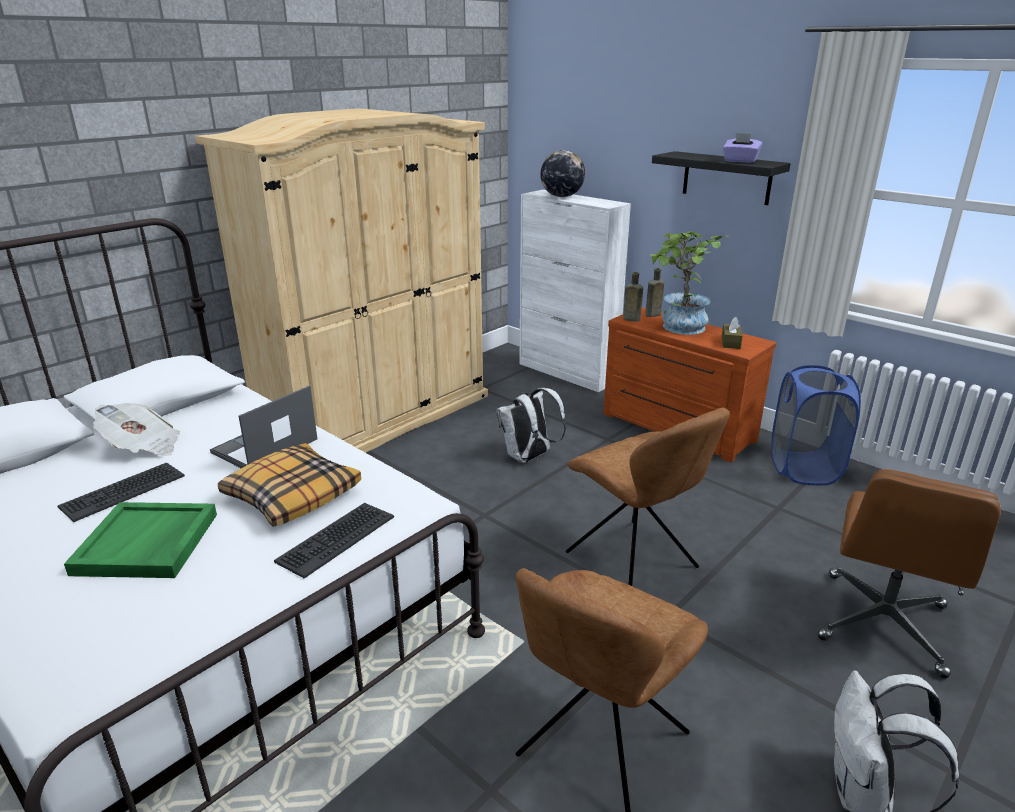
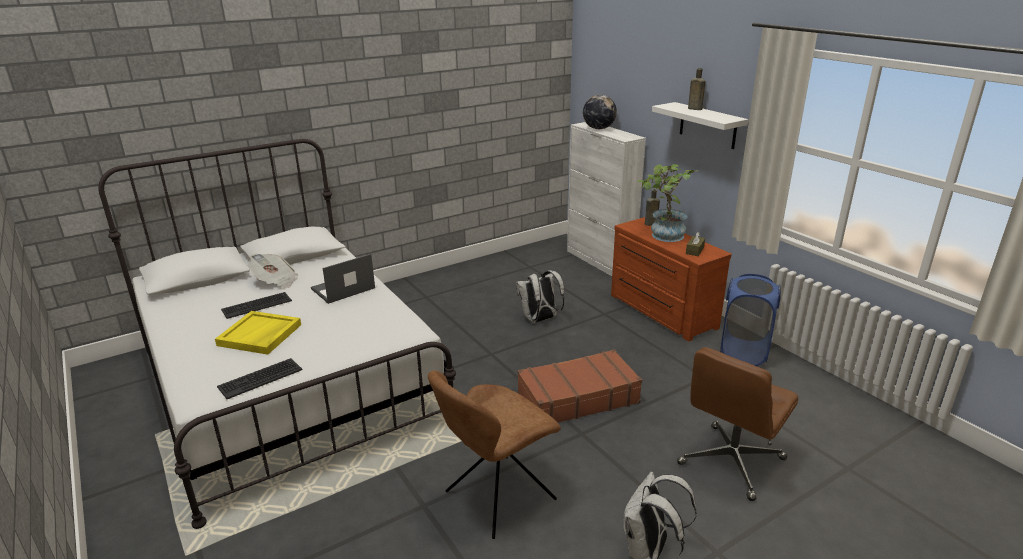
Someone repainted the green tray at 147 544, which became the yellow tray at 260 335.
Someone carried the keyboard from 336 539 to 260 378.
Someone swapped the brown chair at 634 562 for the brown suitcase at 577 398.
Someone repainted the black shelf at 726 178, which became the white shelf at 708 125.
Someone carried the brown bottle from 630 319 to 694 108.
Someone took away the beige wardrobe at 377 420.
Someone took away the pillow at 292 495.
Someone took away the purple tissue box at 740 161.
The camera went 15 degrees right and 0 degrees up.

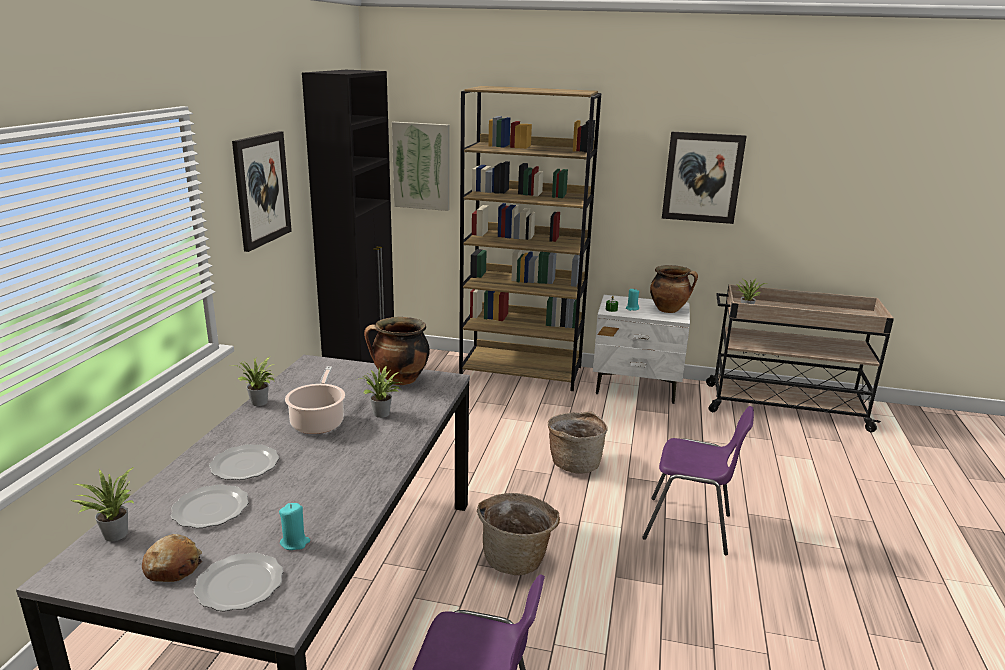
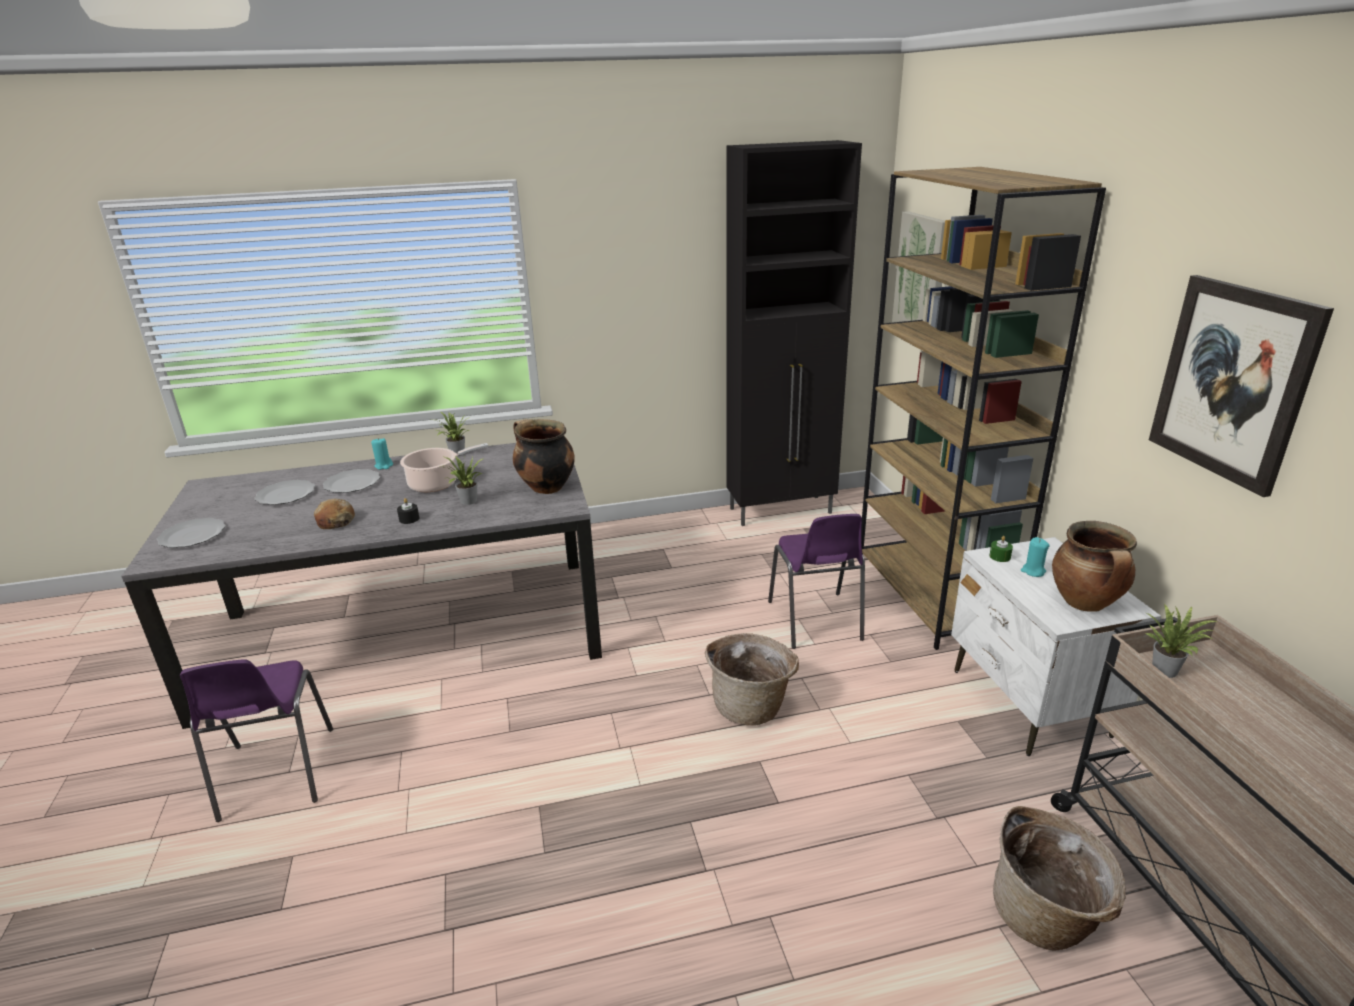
Someone carried the bread from 173 567 to 335 521.
Someone carried the turquoise candle from 295 542 to 384 466.
Someone put down the black candle at 409 519.
Someone carried the purple chair from 690 527 to 815 622.
Someone carried the basket from 517 558 to 1046 916.
Someone took away the potted plant at 113 534.
Someone took away the picture at 262 189.
The camera went 65 degrees right and 5 degrees up.

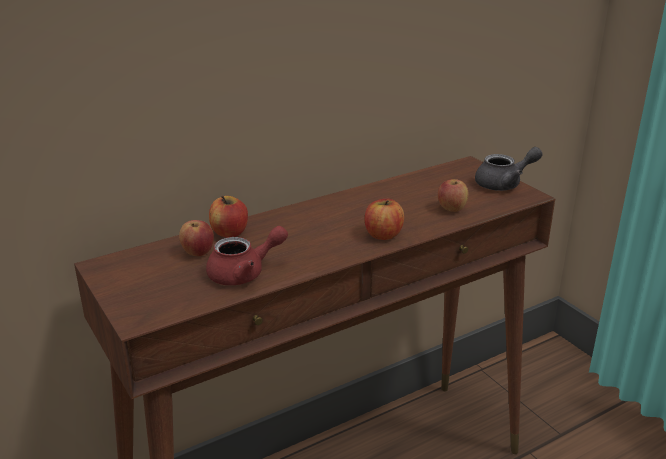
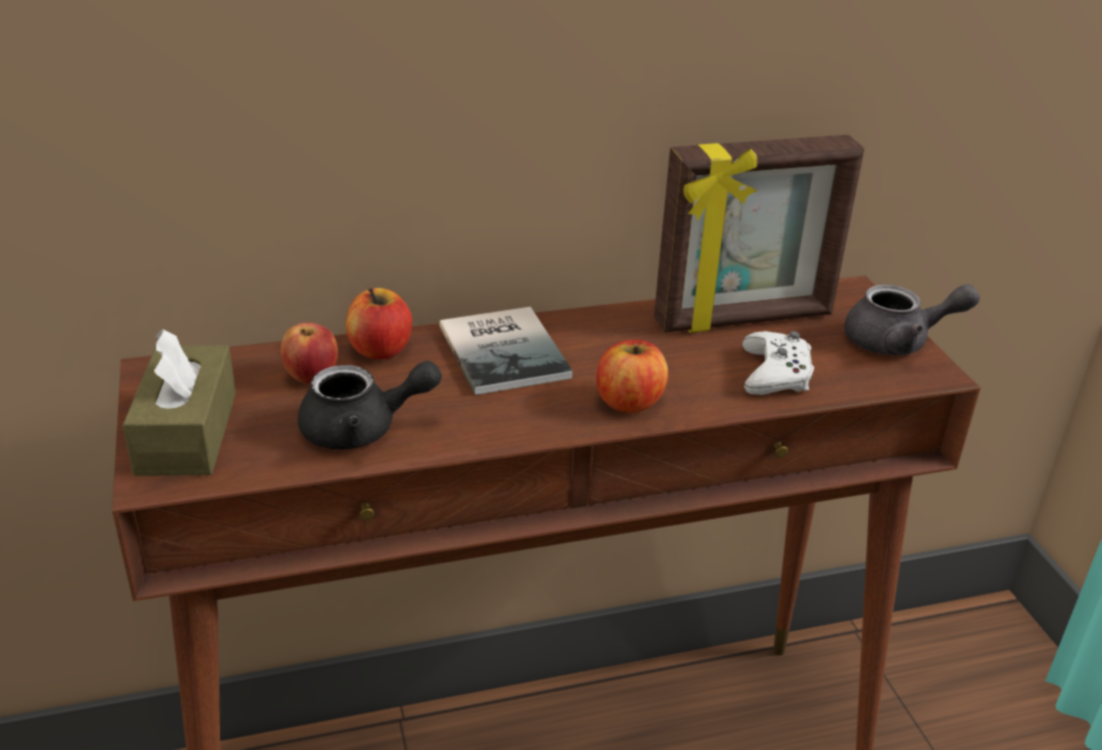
Someone put down the brown tissue box at 187 433.
Someone repainted the red teapot at 244 273, which became the black teapot at 362 429.
Someone put down the book at 506 349.
Someone put down the picture frame at 744 319.
Someone swapped the apple at 451 209 for the white game controller at 775 374.
The camera went 15 degrees right and 5 degrees up.

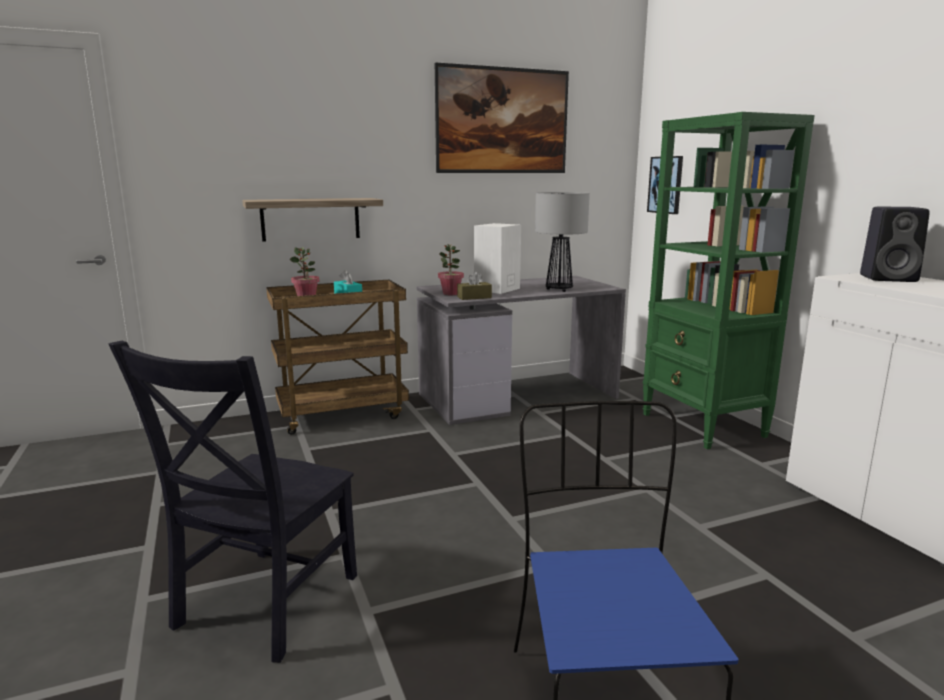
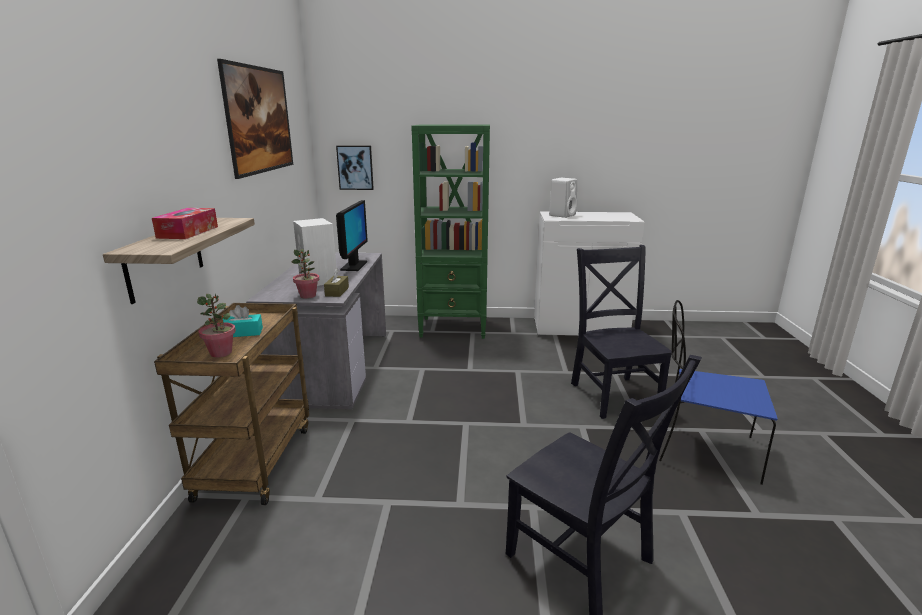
Someone put down the tissue box at 188 232.
Someone swapped the table lamp at 559 289 for the monitor at 354 266.
Someone repainted the black speaker at 890 278, which became the white speaker at 562 215.
Someone put down the black chair at 613 394.
The camera went 65 degrees left and 5 degrees up.

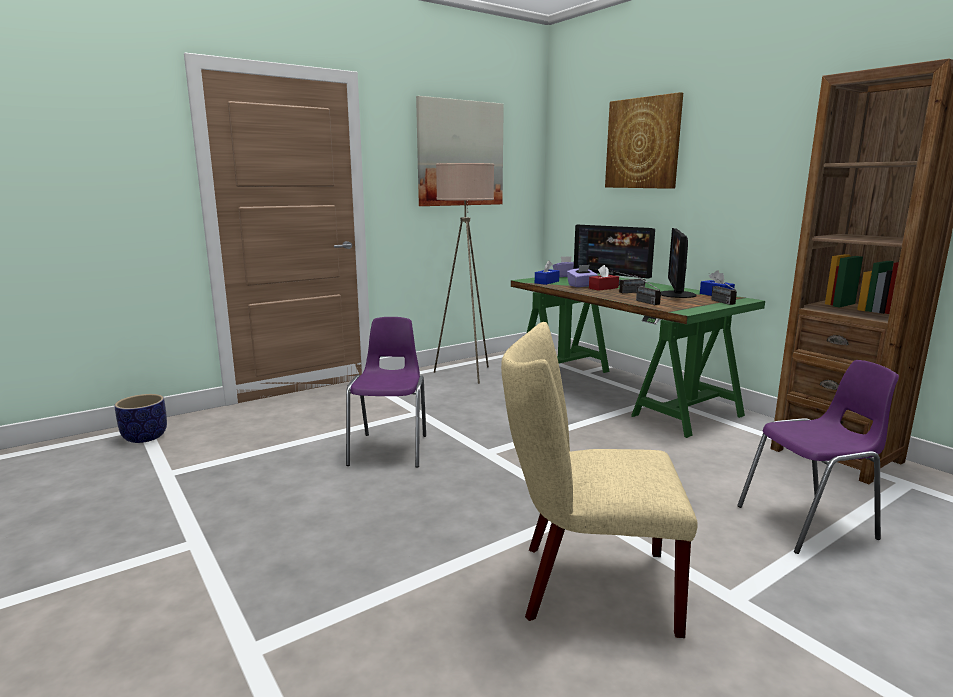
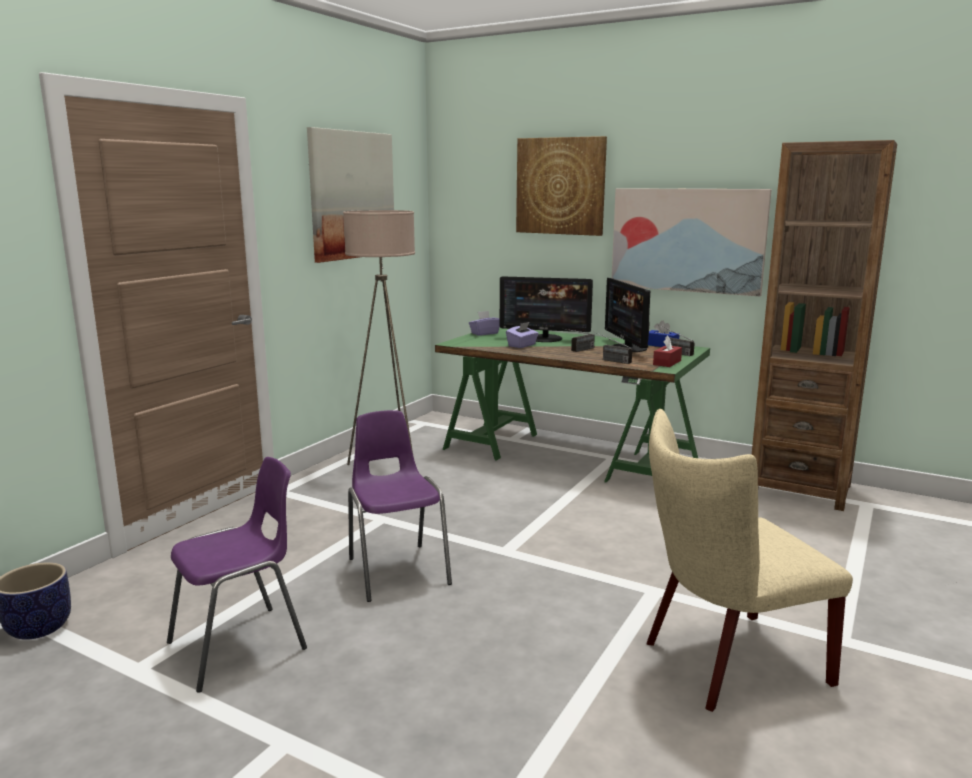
Someone carried the purple chair from 809 523 to 241 645.
Someone put up the picture at 687 240.
Someone carried the red tissue box from 603 288 to 667 363.
Someone took away the blue tissue box at 546 282.
The camera went 25 degrees left and 0 degrees up.

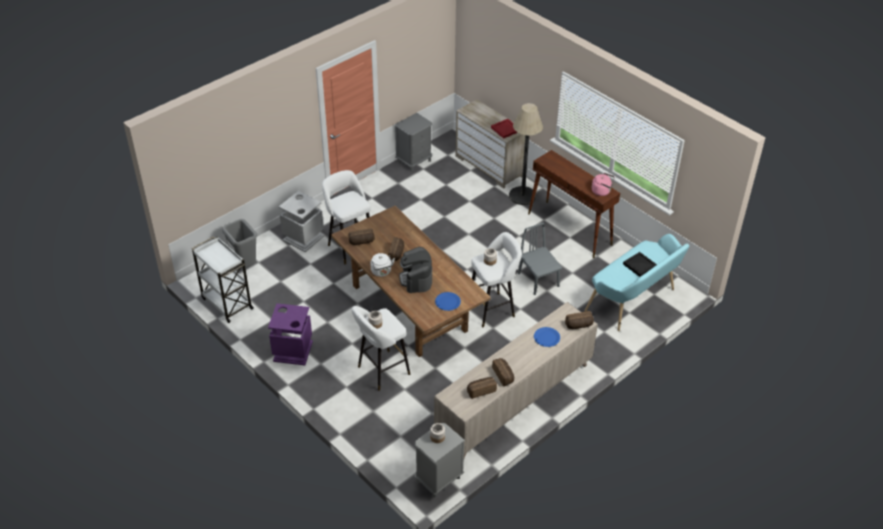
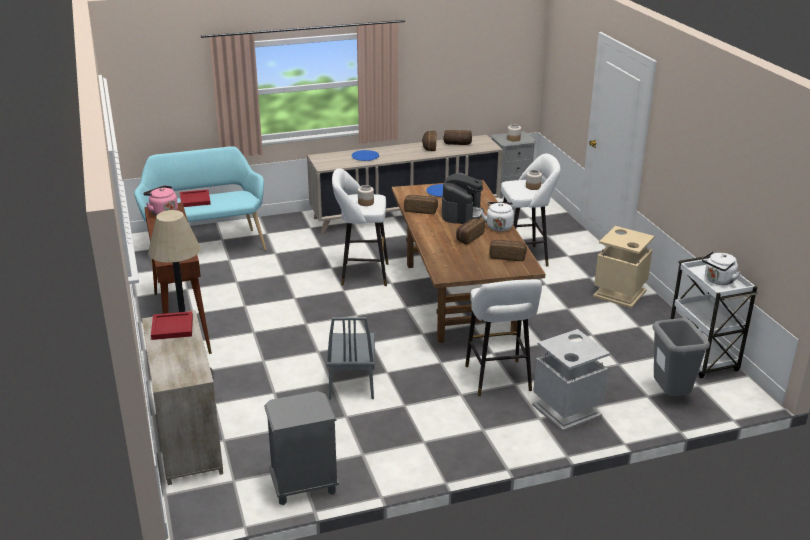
Someone repainted the black tray at 639 265, which became the red tray at 195 200.
Someone carried the grey chair from 538 280 to 352 383.
Someone carried the bread from 579 325 to 421 210.
Someone repainted the purple trash can at 292 351, which became the beige trash can at 620 294.
Someone put down the white kettle at 718 281.
The camera went 155 degrees left and 15 degrees down.

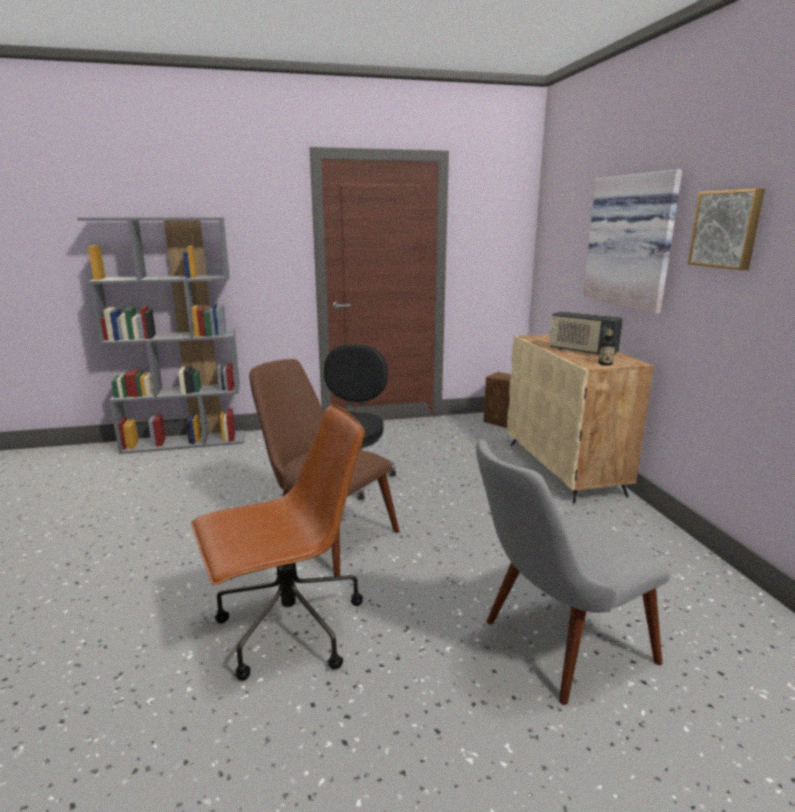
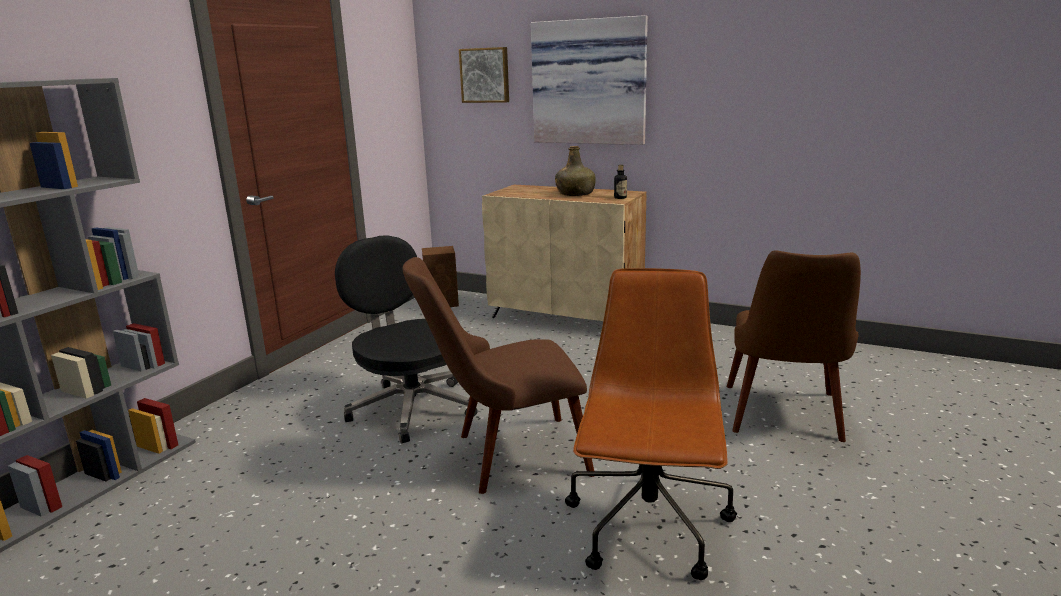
Someone carried the picture from 726 229 to 485 75.
Someone swapped the radio at 582 351 for the green bottle at 575 194.
Someone repainted the grey chair at 552 647, which became the brown chair at 785 420.
The camera went 50 degrees left and 0 degrees up.

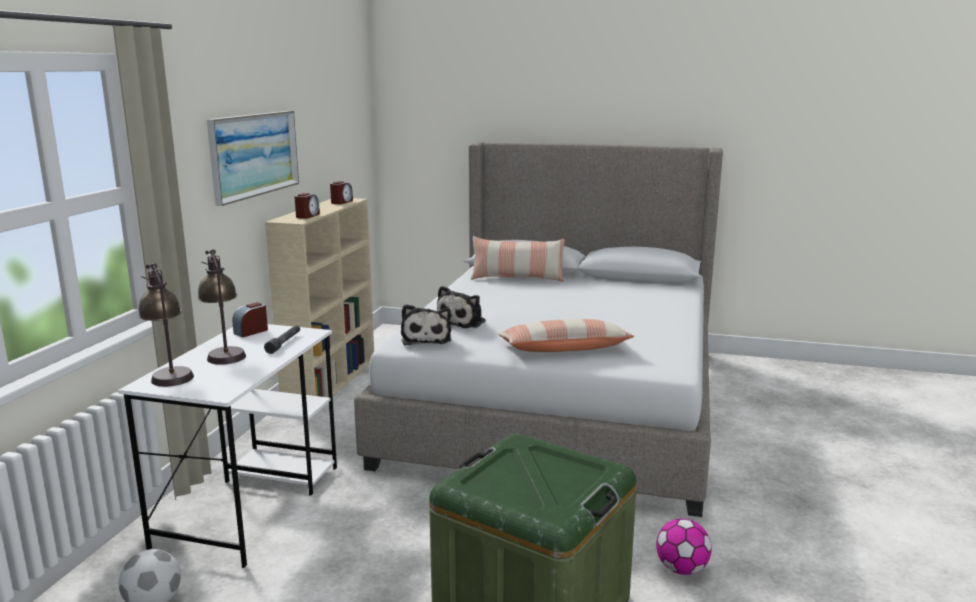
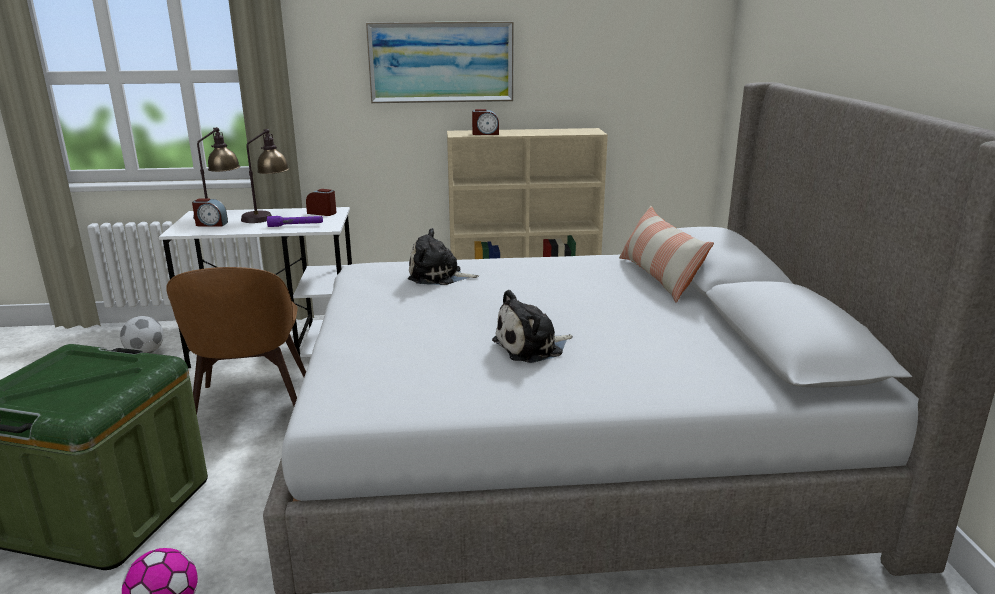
Someone put down the brown chair at 251 406.
Someone carried the alarm clock from 341 202 to 211 224.
Someone repainted the grey flashlight at 284 343, which became the purple flashlight at 295 225.
Someone carried the plush toy from 426 338 to 532 347.
Someone took away the pillow at 564 349.
The camera went 70 degrees right and 5 degrees up.

